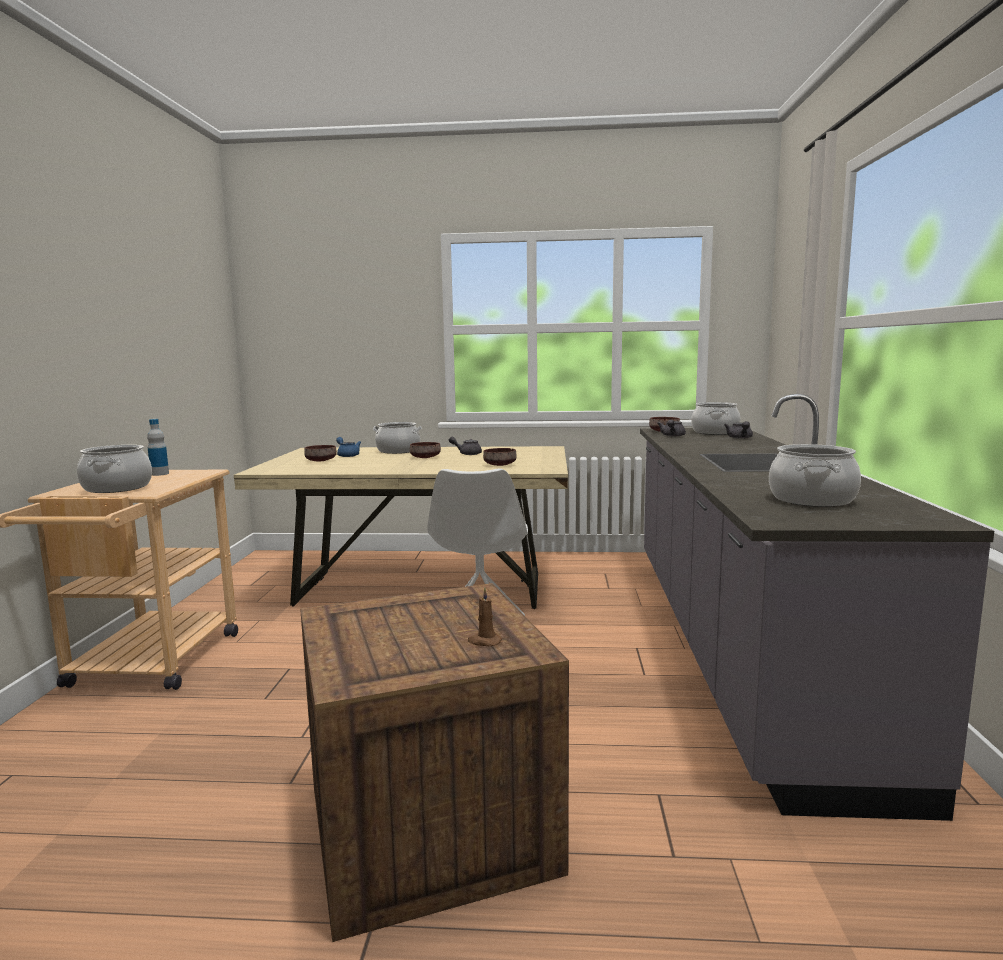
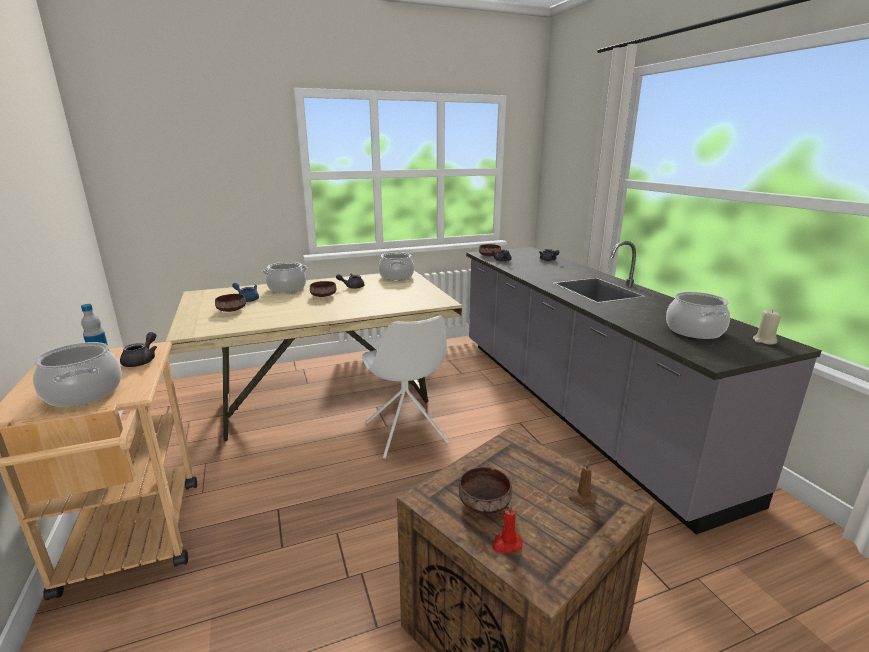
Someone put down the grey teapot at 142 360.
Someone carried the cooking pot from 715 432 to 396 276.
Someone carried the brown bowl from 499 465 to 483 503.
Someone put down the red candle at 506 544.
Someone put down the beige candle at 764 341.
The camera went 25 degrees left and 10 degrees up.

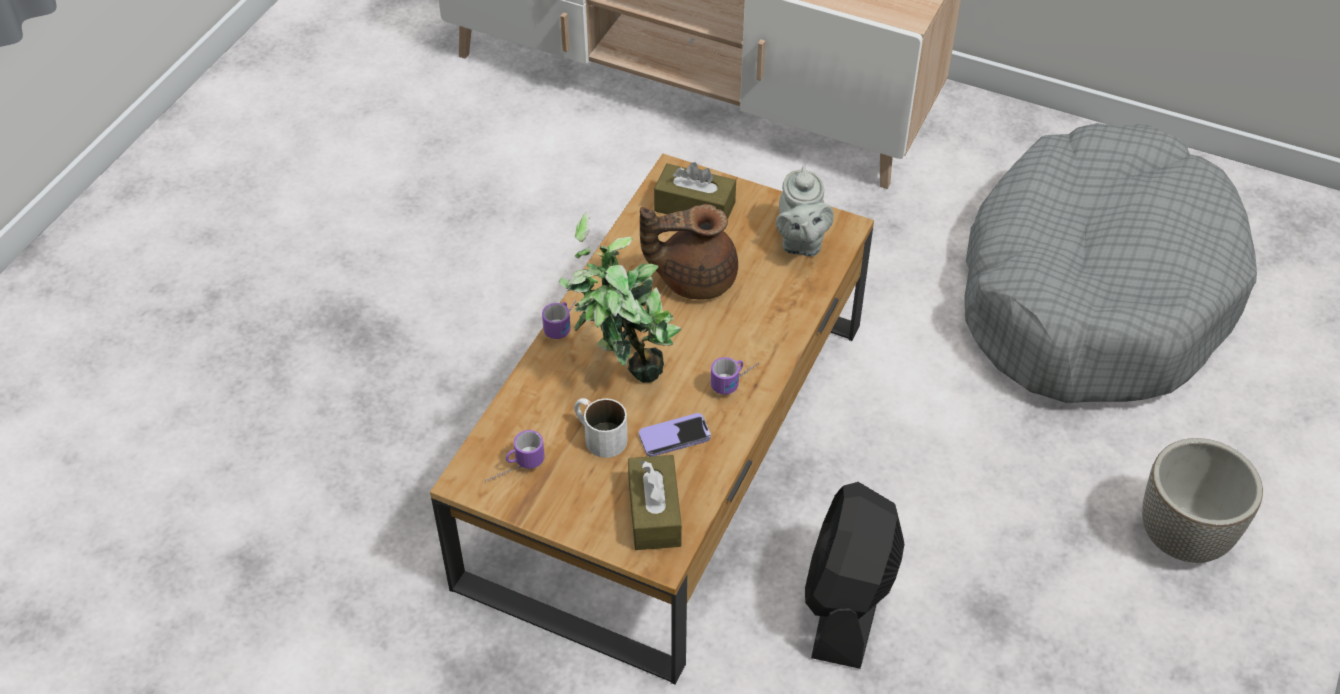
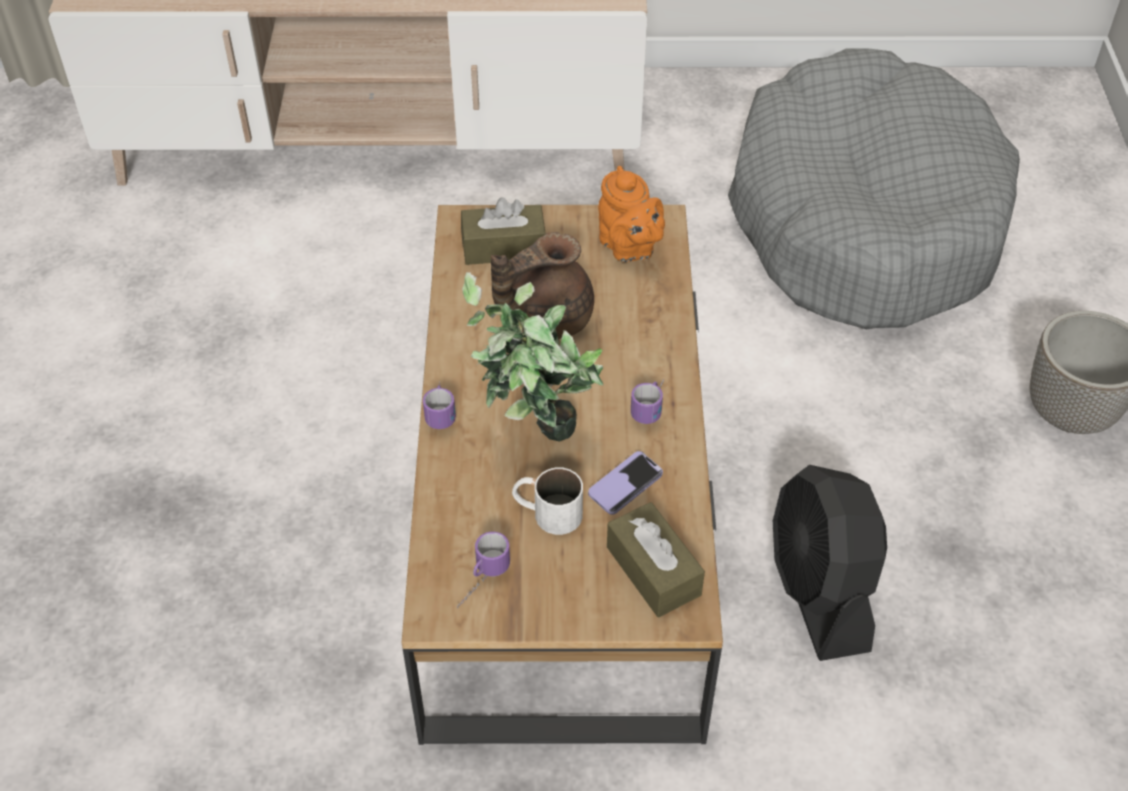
Someone repainted the grey teapot at 800 242, which became the orange teapot at 629 248.
The camera went 25 degrees left and 0 degrees up.

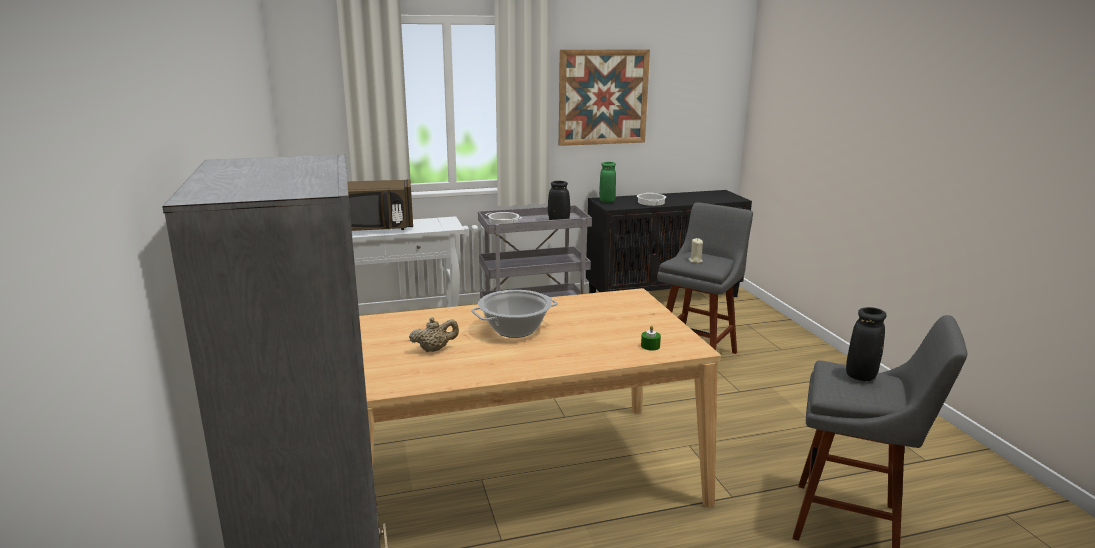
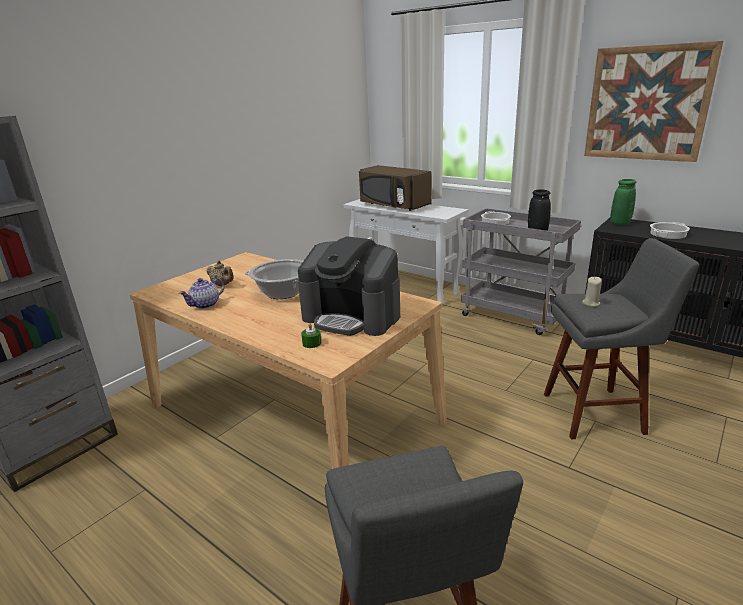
Someone put down the teapot at 205 305.
Someone put down the coffee machine at 352 316.
Someone took away the black vase at 860 376.
The camera went 55 degrees right and 5 degrees up.

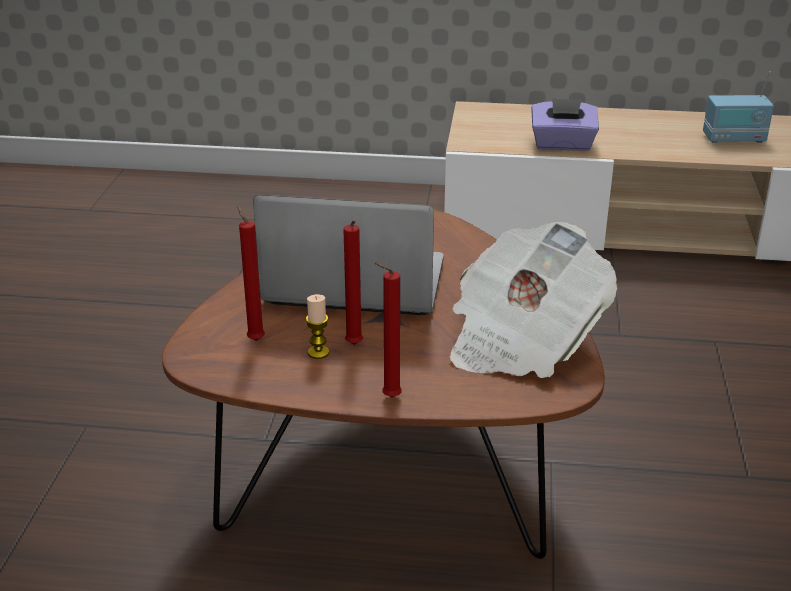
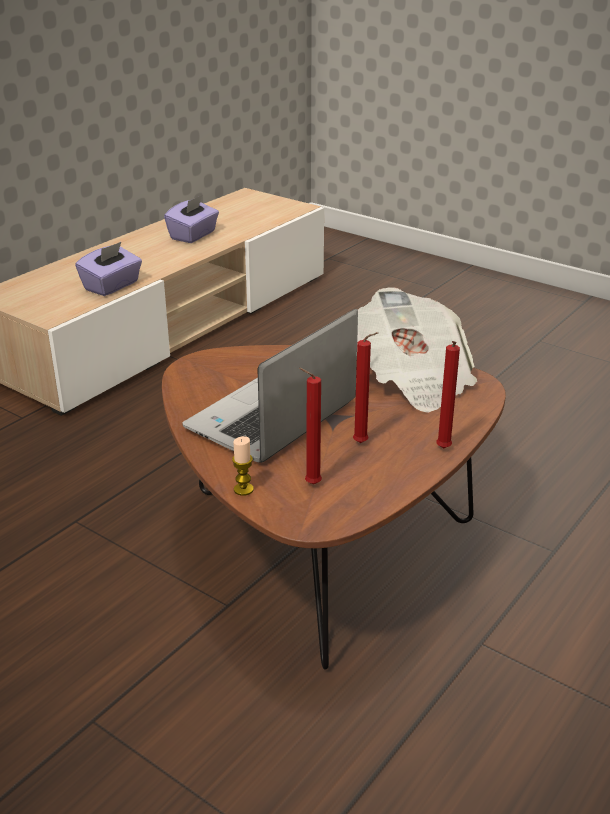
Someone swapped the radio at 734 139 for the purple tissue box at 193 235.
Someone carried the candle from 318 352 to 243 489.
The camera went 60 degrees left and 0 degrees up.

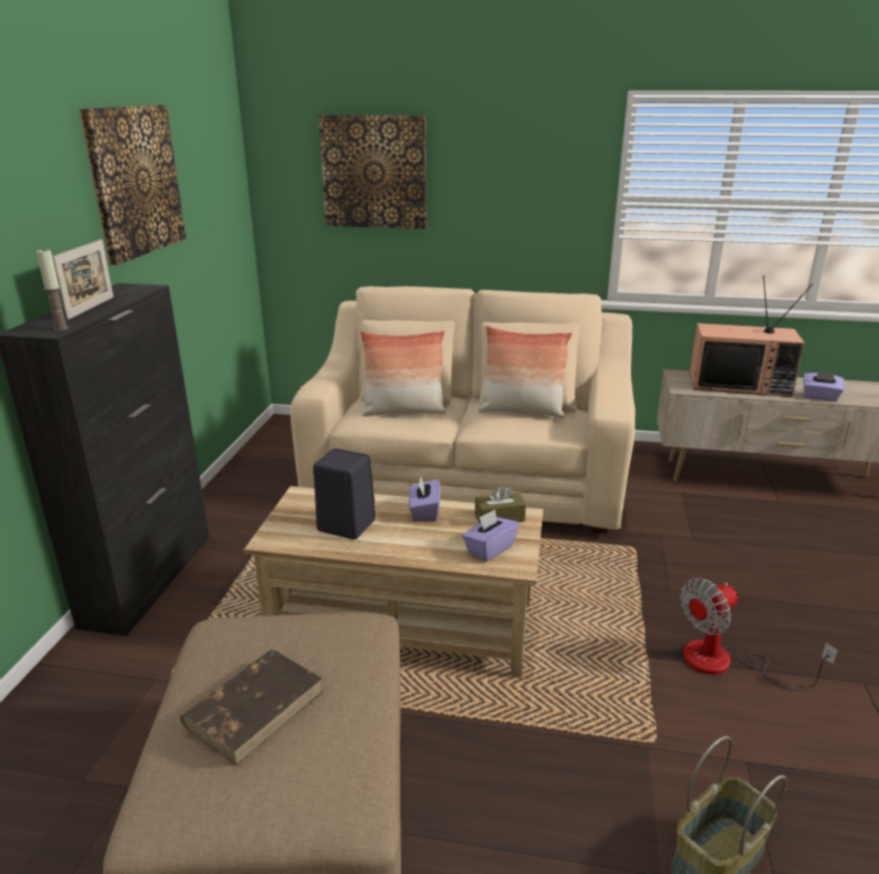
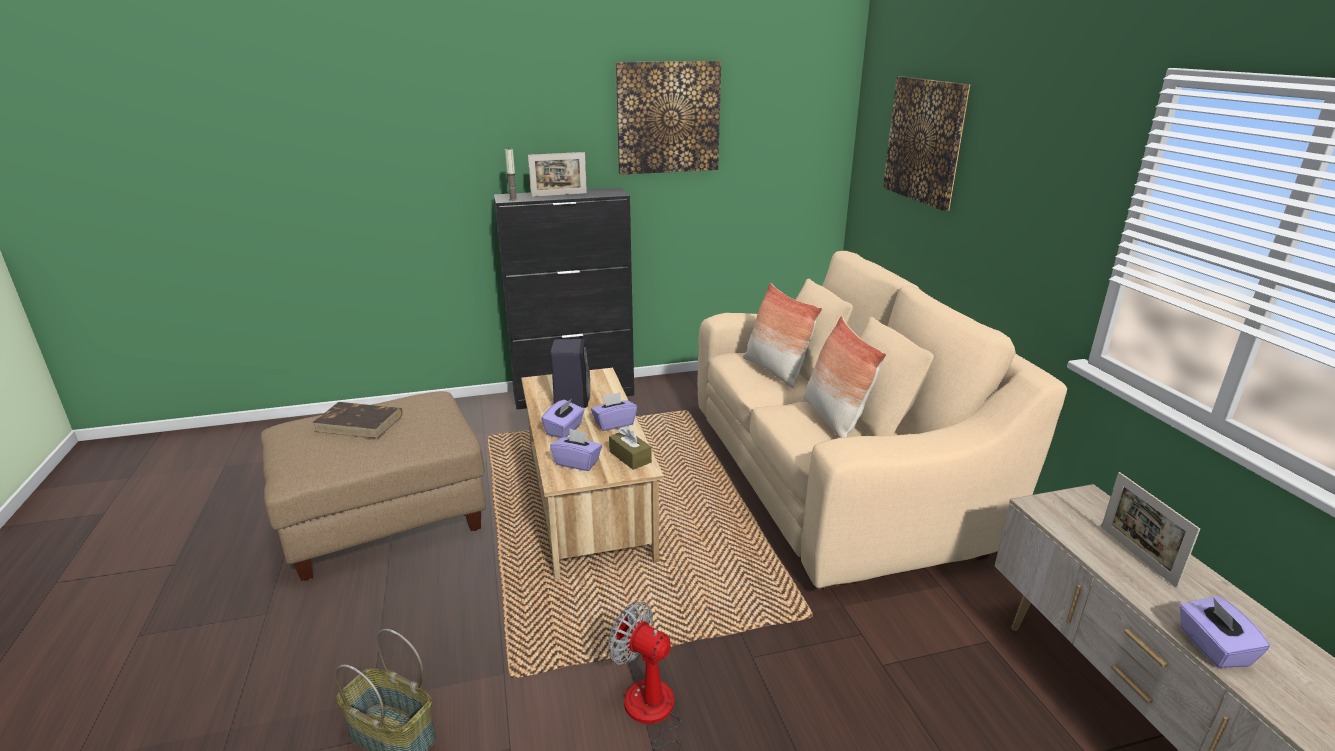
Someone put down the purple tissue box at 564 430.
Someone swapped the television at 740 384 for the picture frame at 1137 556.
The camera went 65 degrees right and 0 degrees up.

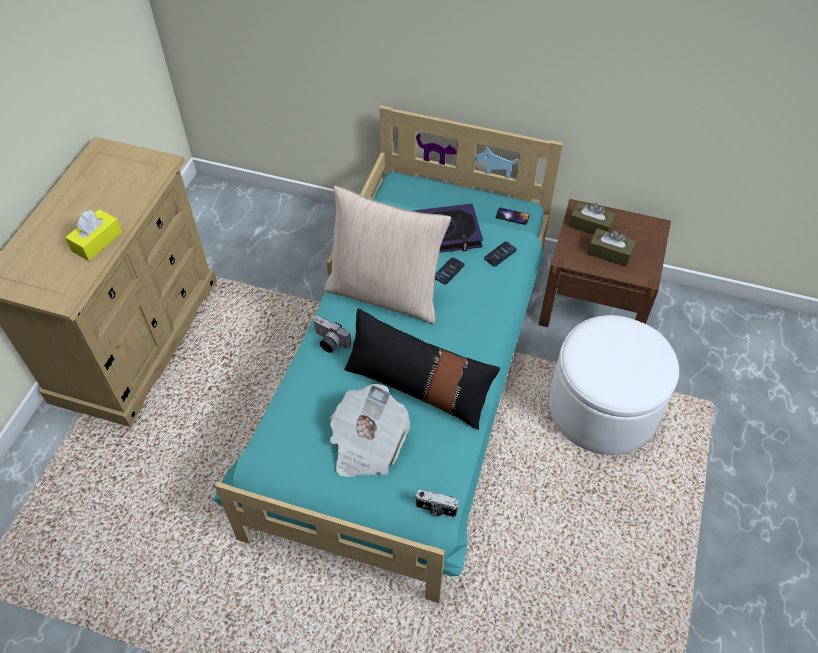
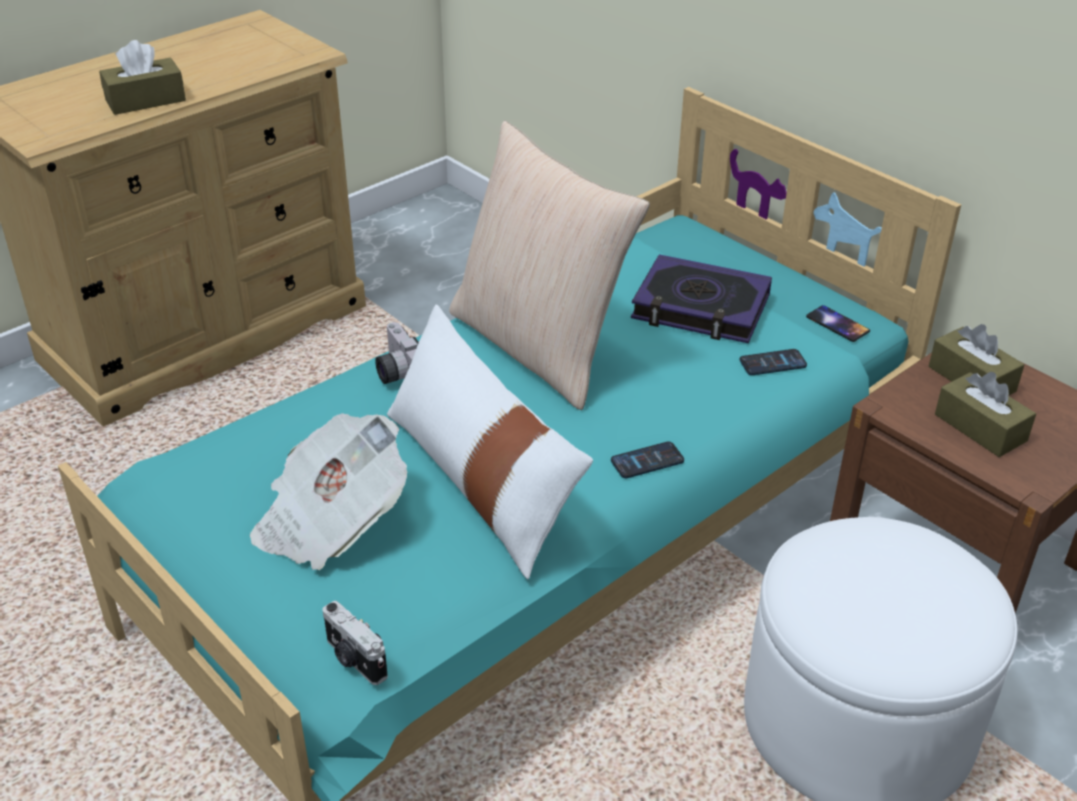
Someone repainted the yellow tissue box at 97 241, which became the brown tissue box at 145 100.
Someone repainted the black pillow at 418 386, which became the white pillow at 481 480.
Someone carried the phone from 449 271 to 647 461.
The camera went 30 degrees right and 15 degrees down.

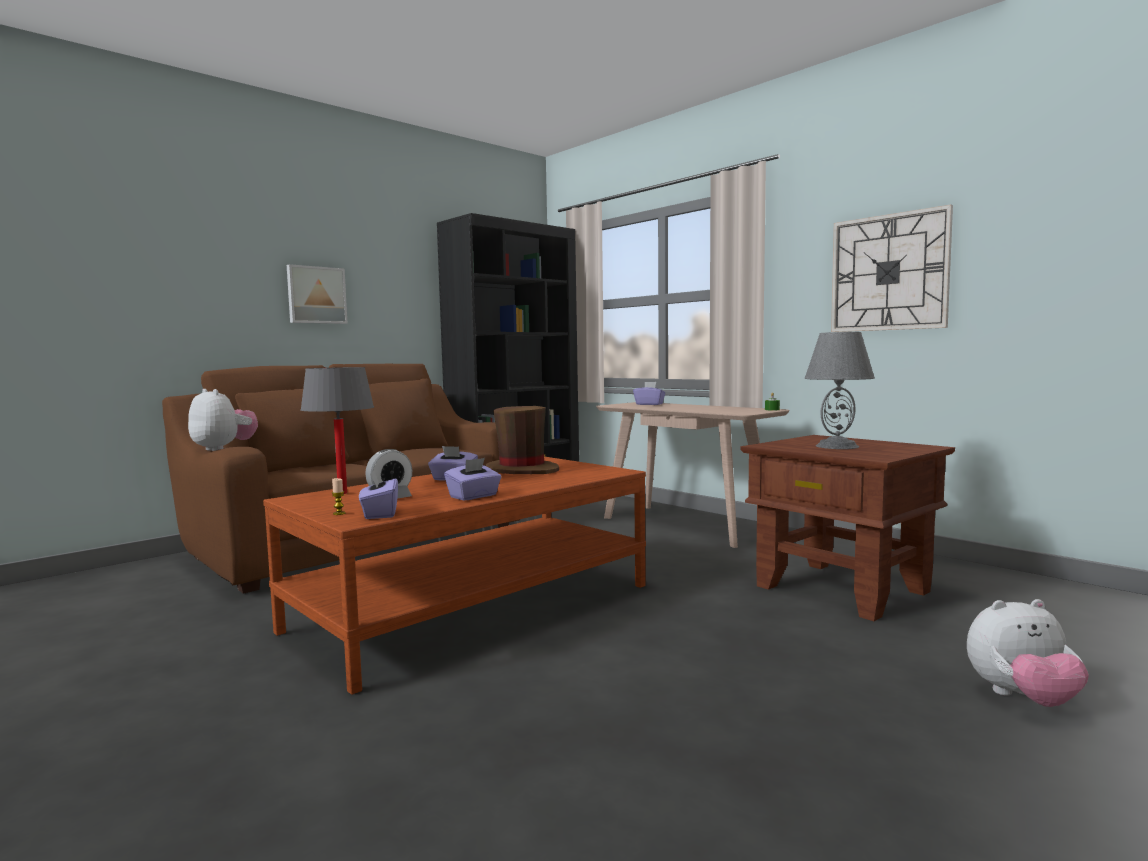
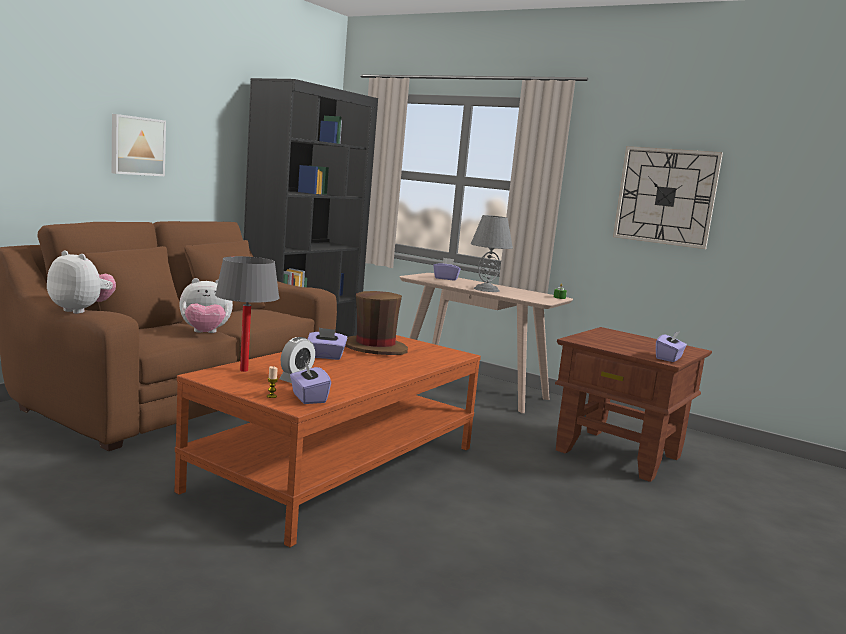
Someone carried the plush toy from 1022 698 to 205 333.
Someone carried the grey table lamp from 837 446 to 486 289.
Someone carried the purple tissue box from 474 496 to 669 358.
The camera went 15 degrees left and 5 degrees up.

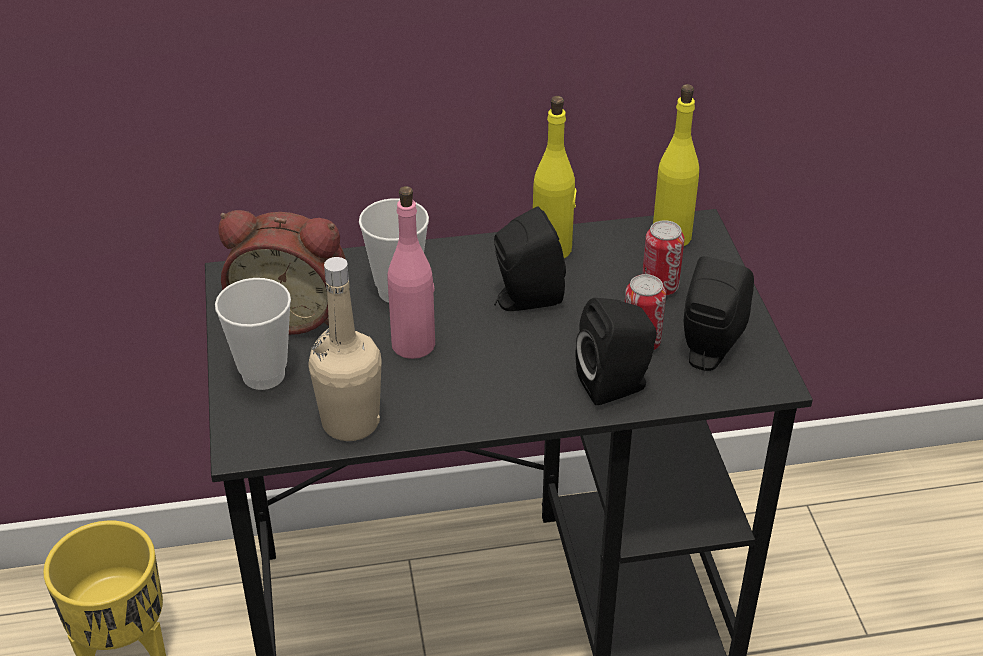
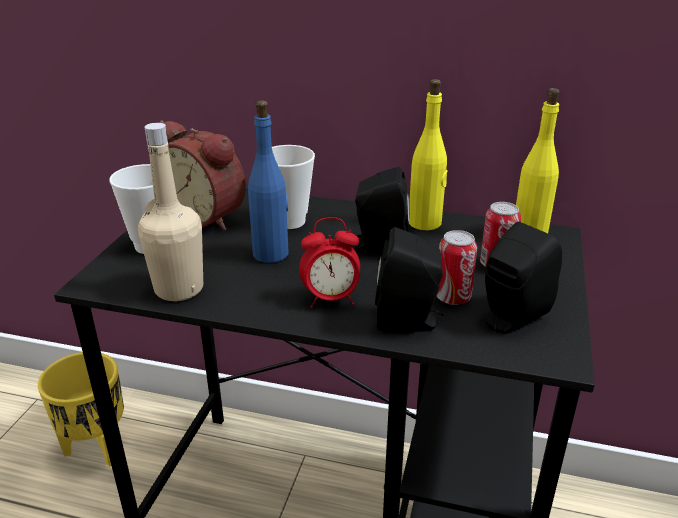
Someone repainted the pink bottle at 414 344, which became the blue bottle at 271 254.
Someone put down the alarm clock at 331 299.
The camera went 25 degrees right and 10 degrees down.

